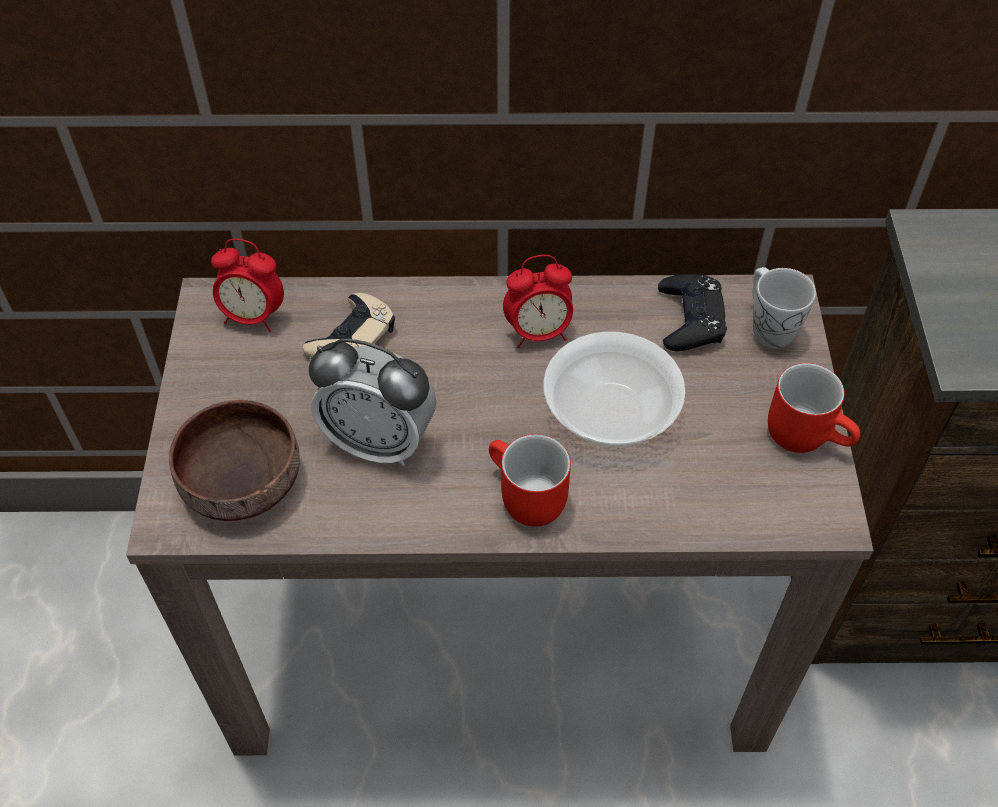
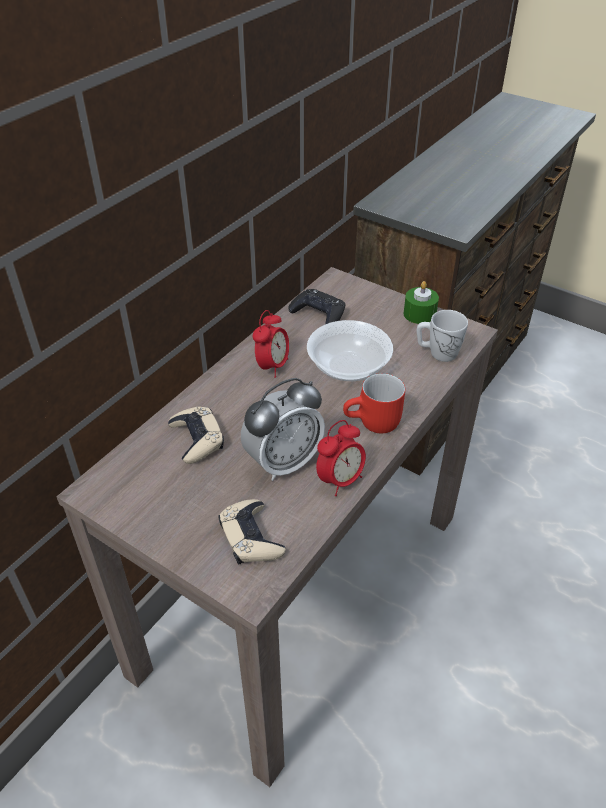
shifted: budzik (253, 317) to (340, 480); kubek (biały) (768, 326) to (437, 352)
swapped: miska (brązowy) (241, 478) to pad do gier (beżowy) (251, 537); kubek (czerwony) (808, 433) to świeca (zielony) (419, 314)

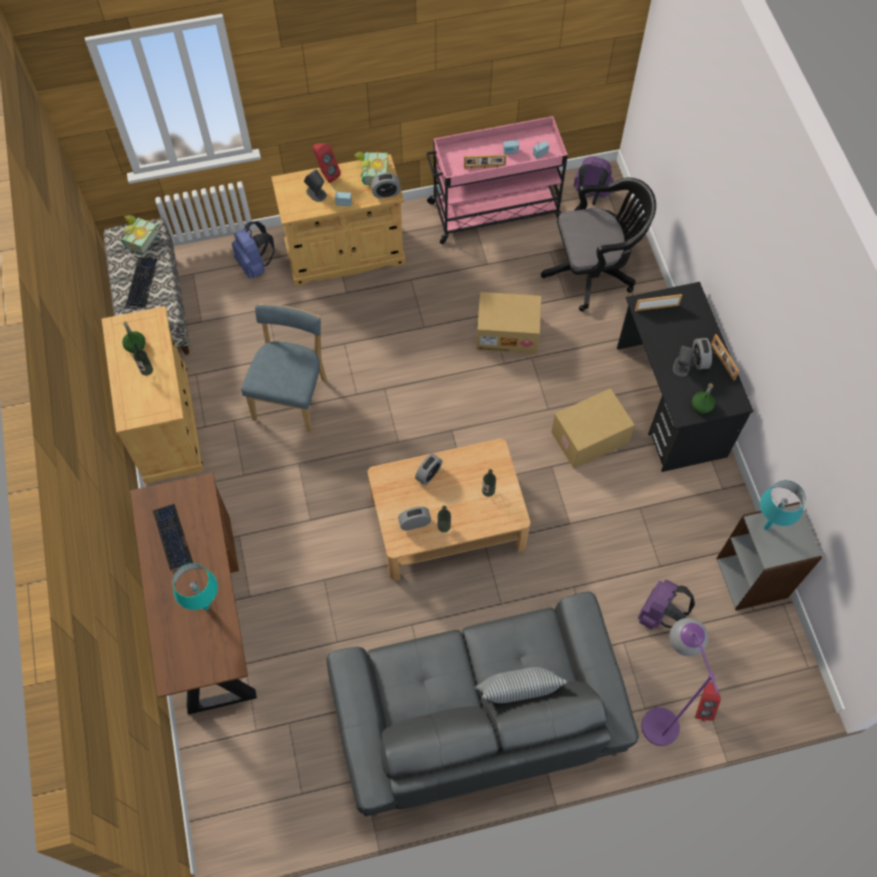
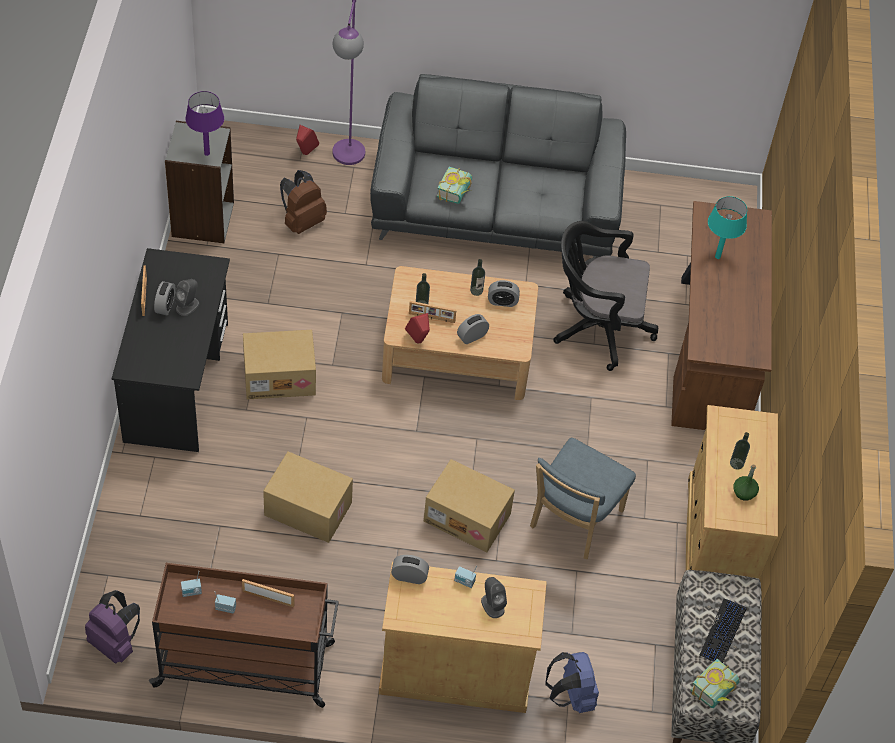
gone: klawiatura (172, 537); poduszka (517, 694); butelka (zielony) (701, 406)
new: karton (468, 517)
shifted: głośnik (czerwony) (326, 174) to (418, 341); książka (371, 174) to (457, 192); krzesło biurowe (czarny) (593, 271) to (596, 327); ramka na zdjęcie (656, 307) to (431, 318)
repainted: wózek (różowy) (493, 211) to wózek (brązowy) (246, 665); plecak (fioletowy) (659, 614) to plecak (brązowy) (302, 221); lampa stołowa (turkusowy) (766, 527) to lampa stołowa (fioletowy) (206, 153)

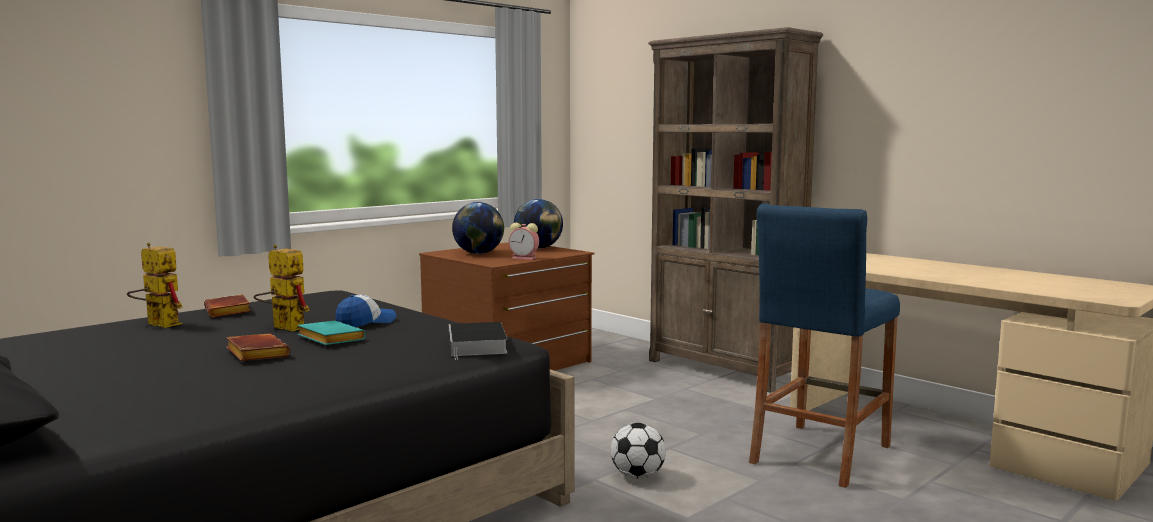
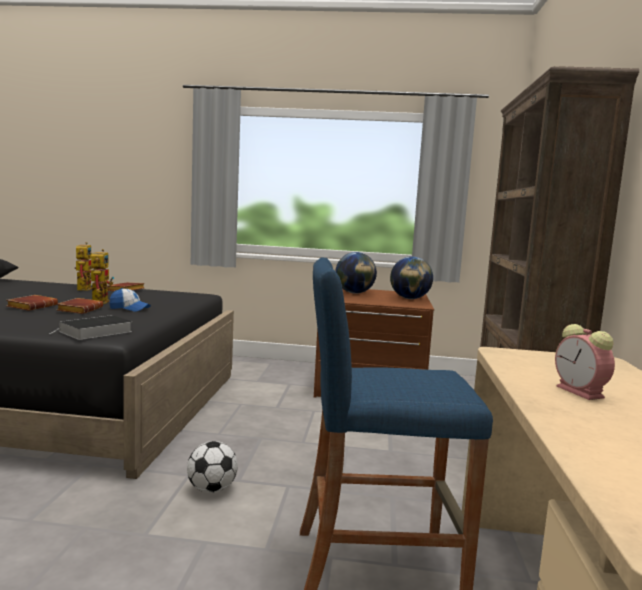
shifted: budzik (525, 258) to (581, 392)
repainted: książka (turkusowy) (328, 339) to książka (brązowy) (79, 310)

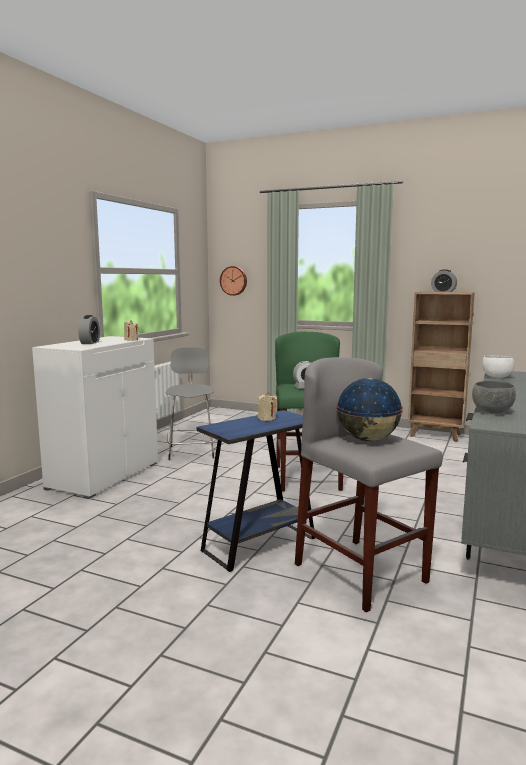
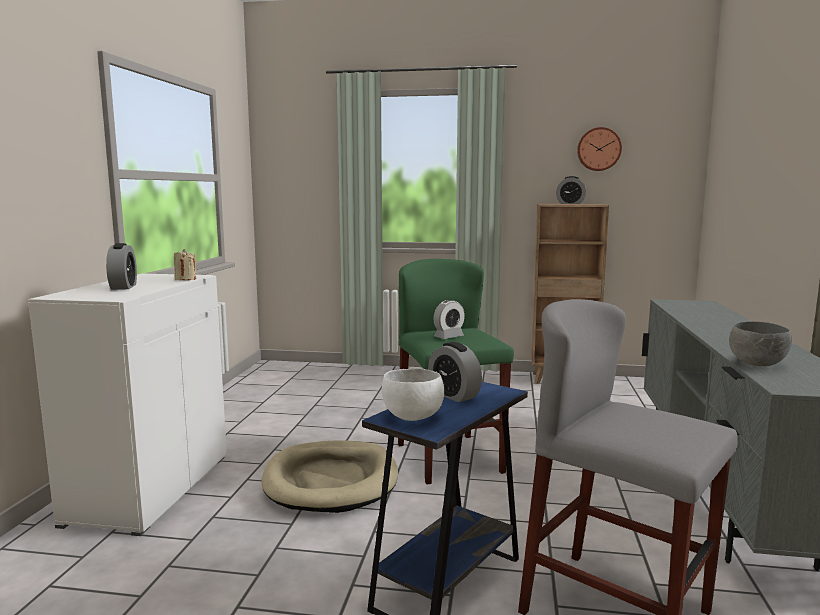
gone: stołek (szary) (191, 451); globus (368, 439)
new: legowisko (beżowy) (331, 481)
shifted: zegar ścienny (234, 280) to (598, 149); miska (biały) (496, 377) to (411, 417)
swapped: świeca (beżowy) (267, 419) to budzik (454, 395)

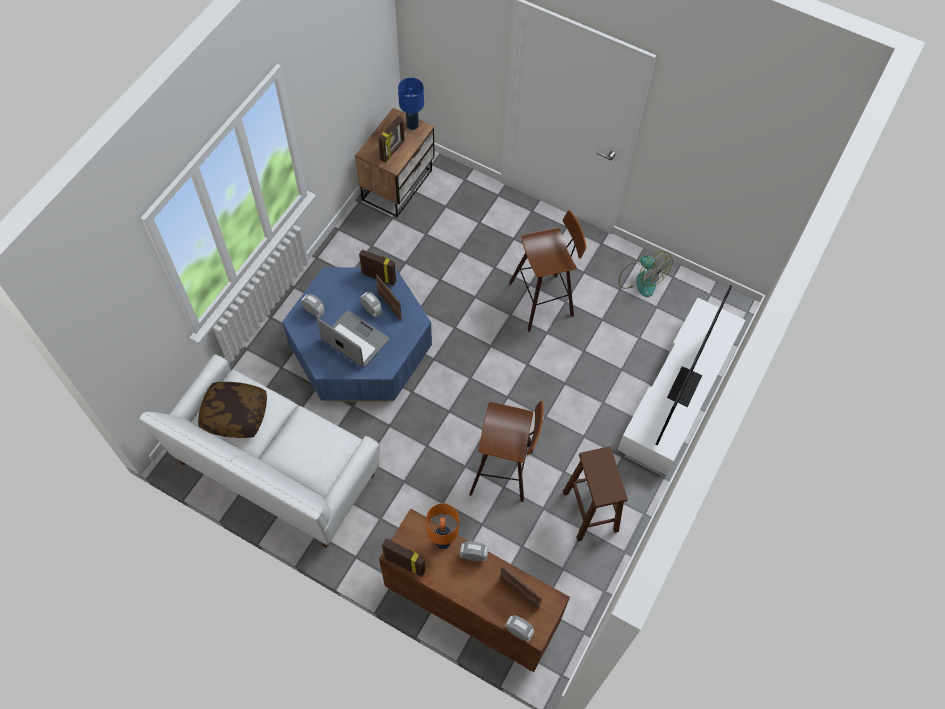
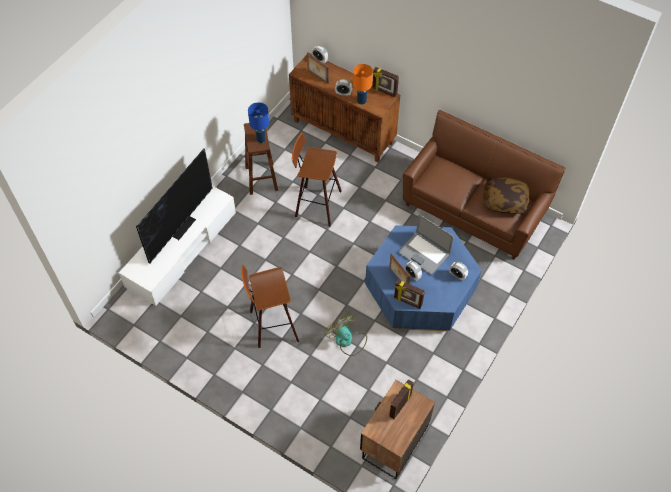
shifted: lampa stołowa (niebieski) (412, 125) to (261, 139); wentylator (641, 279) to (347, 340)
repainted: kanapa (biały) (276, 469) to kanapa (brązowy) (473, 211)

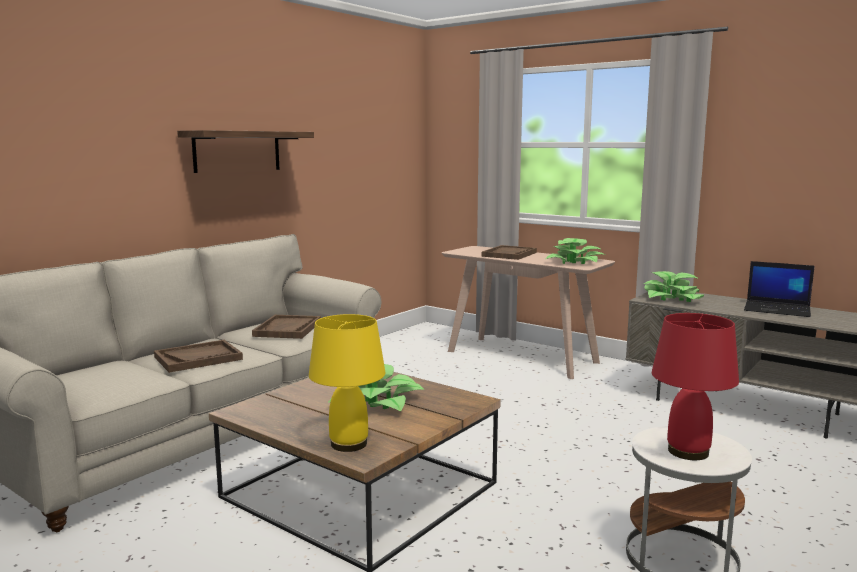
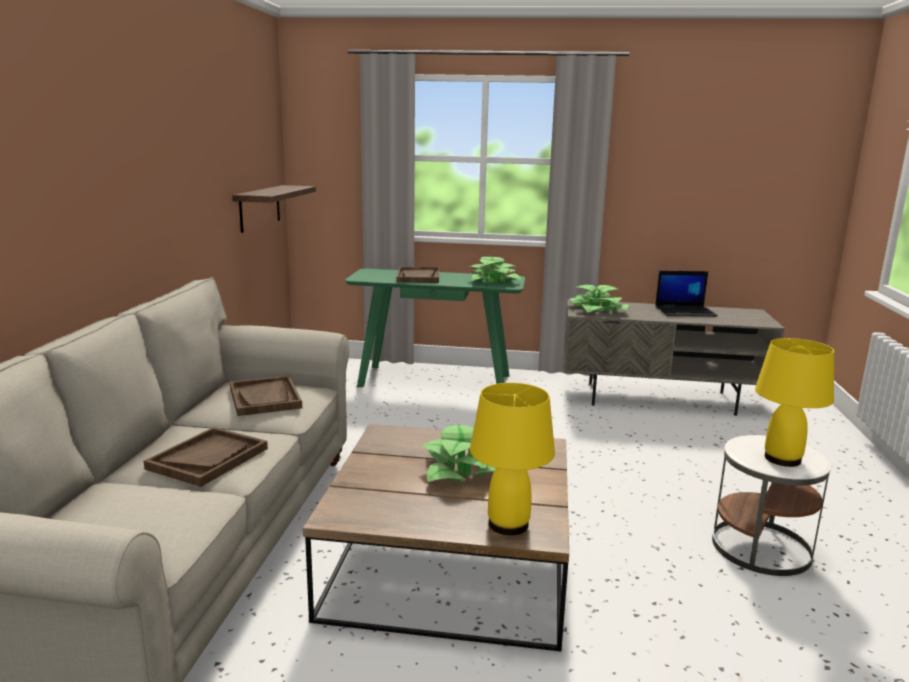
shifted: półka (237, 151) to (260, 208)
repainted: stolik konsolowy (beżowy) (522, 356) to stolik konsolowy (zielony) (435, 381); lampa stołowa (czerwony) (688, 451) to lampa stołowa (żółty) (781, 458)

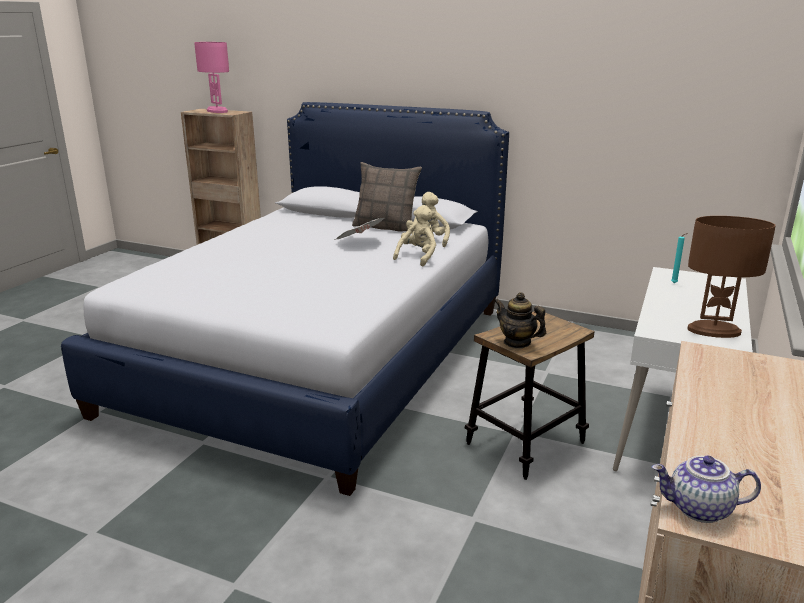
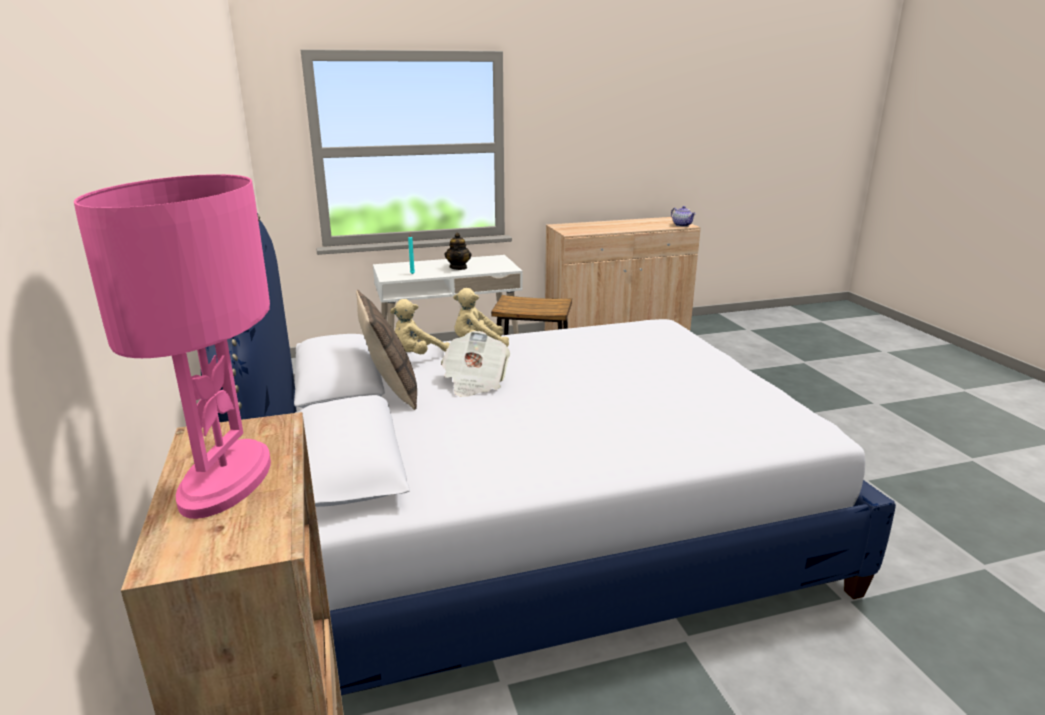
gone: lampa stołowa (brązowy) (713, 331)
shifted: imbryk (517, 342) to (458, 267)

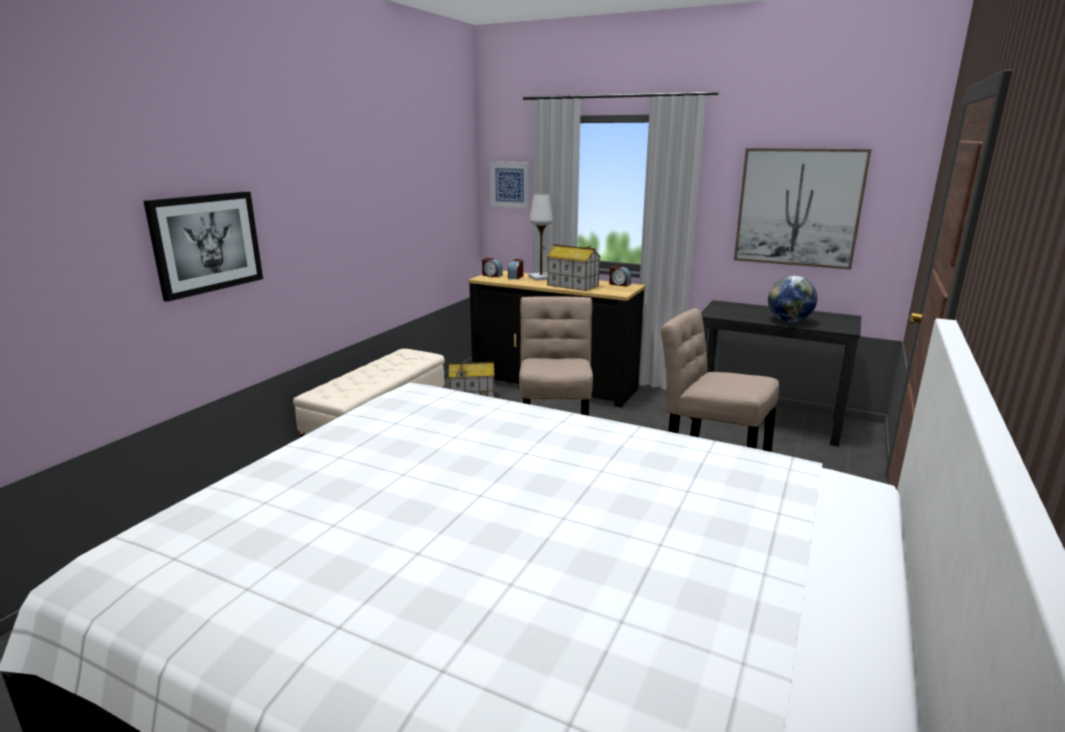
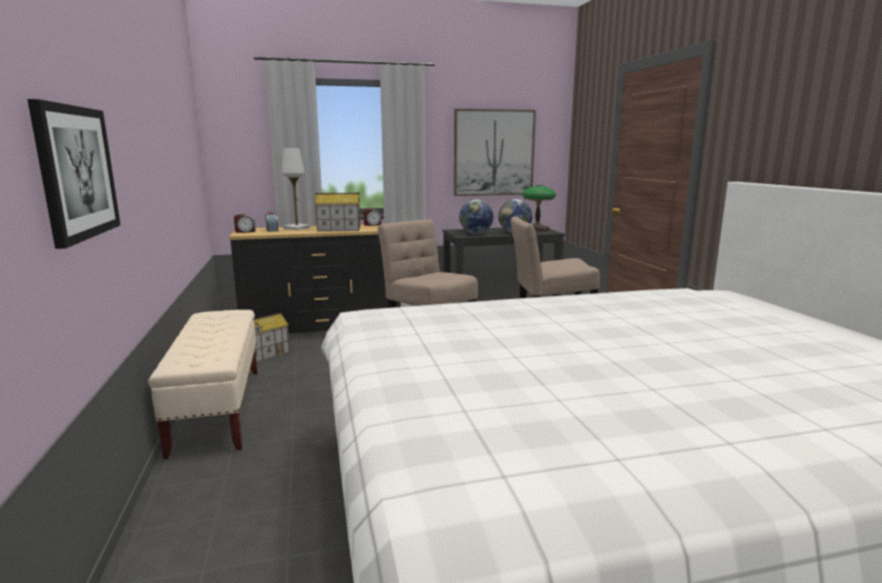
gone: obraz (510, 184)
new: globus (475, 234); lampa stołowa (537, 229)

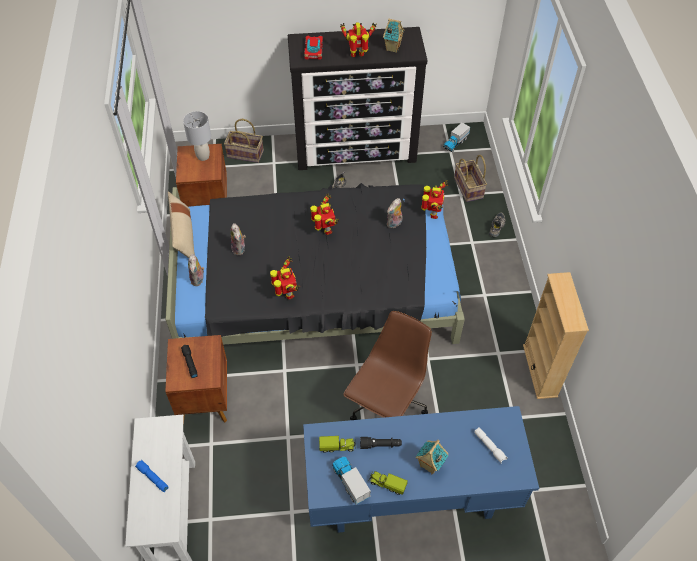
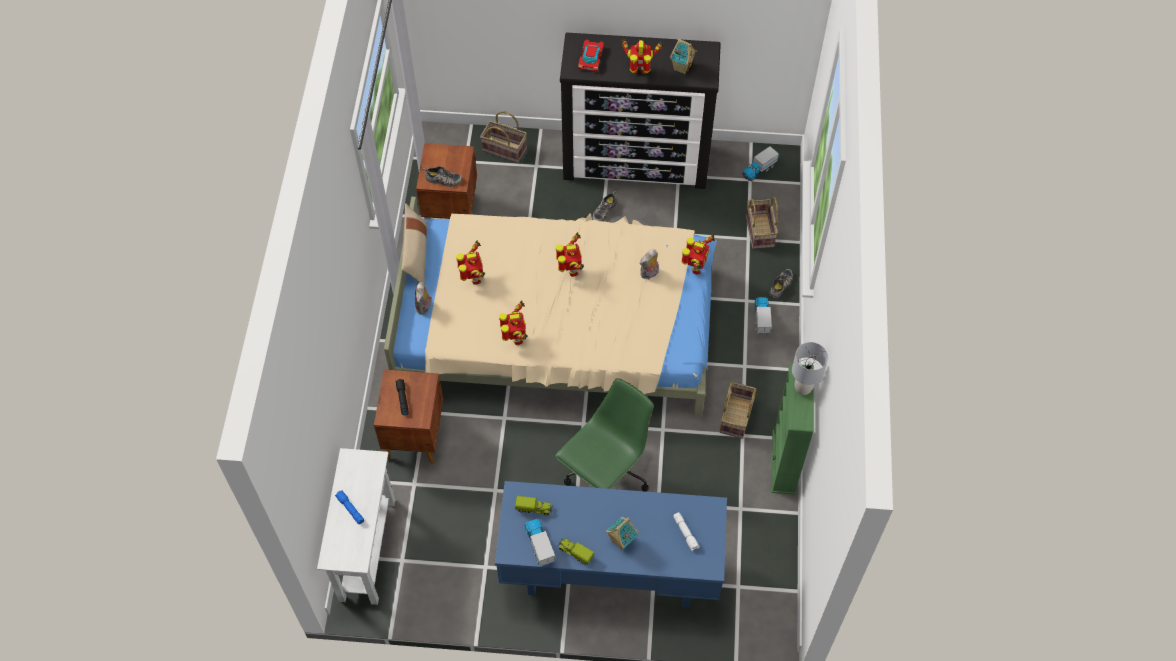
gone: latarka (czarny) (380, 445)
new: but (443, 180); koszyk (737, 417); ciężarówka zabawkowa (761, 319)
shifted: lampa stołowa (szary) (203, 157) to (802, 388)
swapped: pluszak (239, 249) to robot zabawkowy (474, 279)
repainted: łóżko (czarny) (318, 288) to łóżko (beżowy) (558, 330); krzesło biurowe (brązowy) (387, 407) to krzesło biurowe (zielony) (606, 475); regał (beżowy) (540, 370) to regał (zielony) (783, 462)

